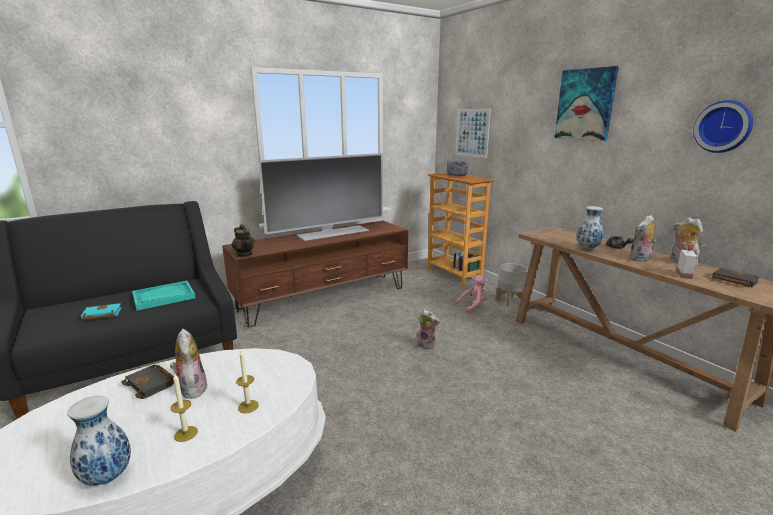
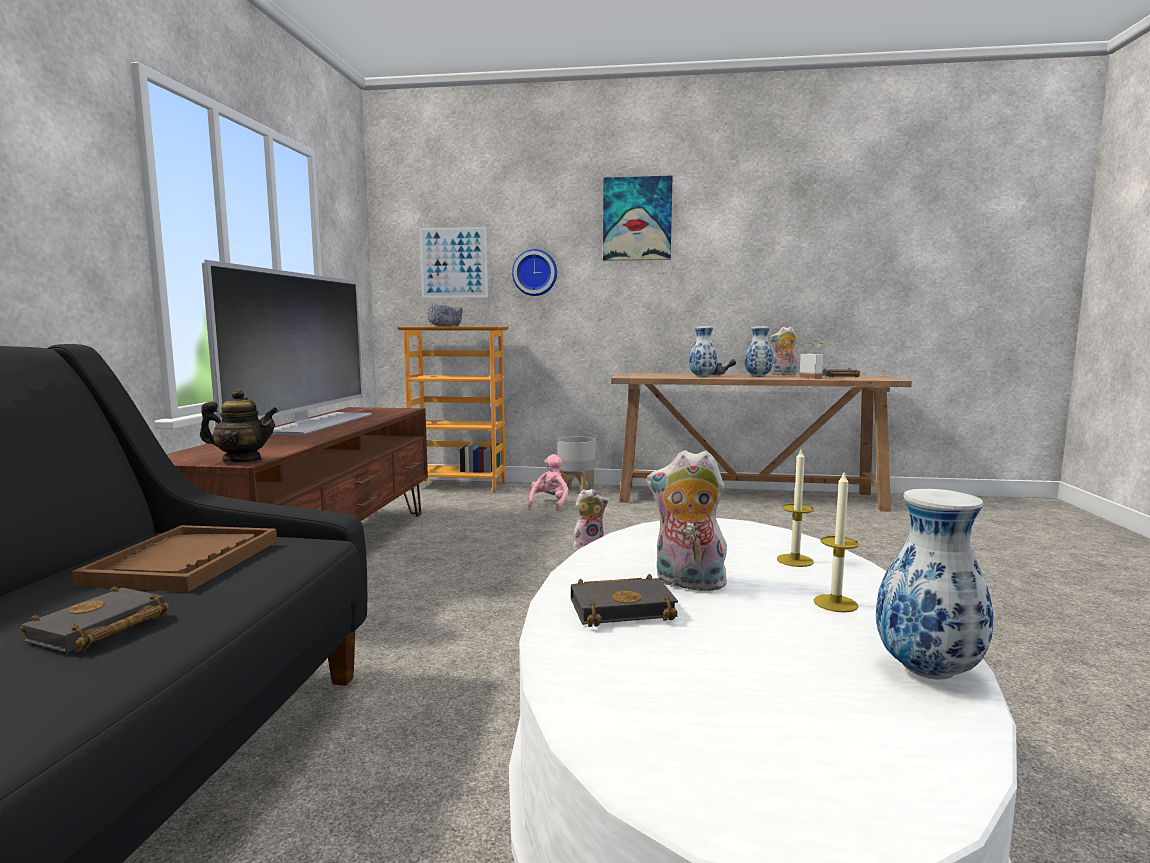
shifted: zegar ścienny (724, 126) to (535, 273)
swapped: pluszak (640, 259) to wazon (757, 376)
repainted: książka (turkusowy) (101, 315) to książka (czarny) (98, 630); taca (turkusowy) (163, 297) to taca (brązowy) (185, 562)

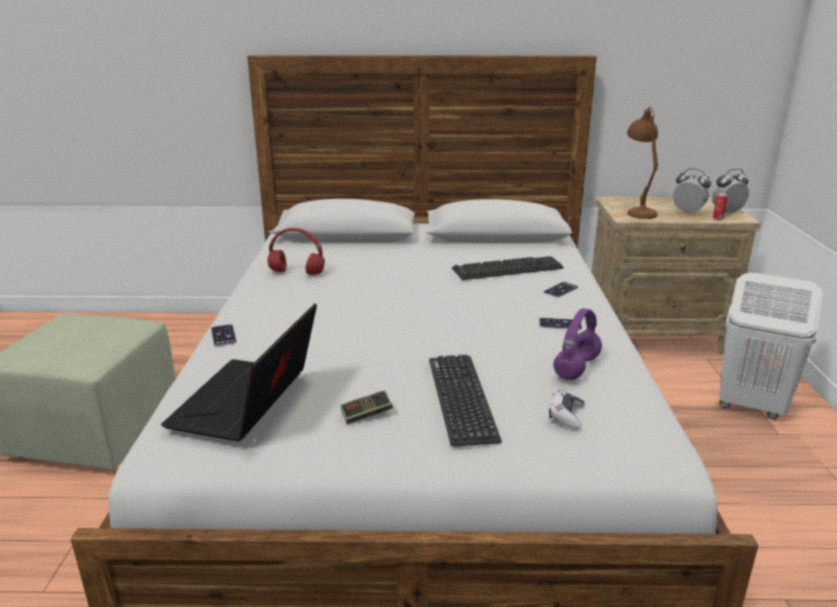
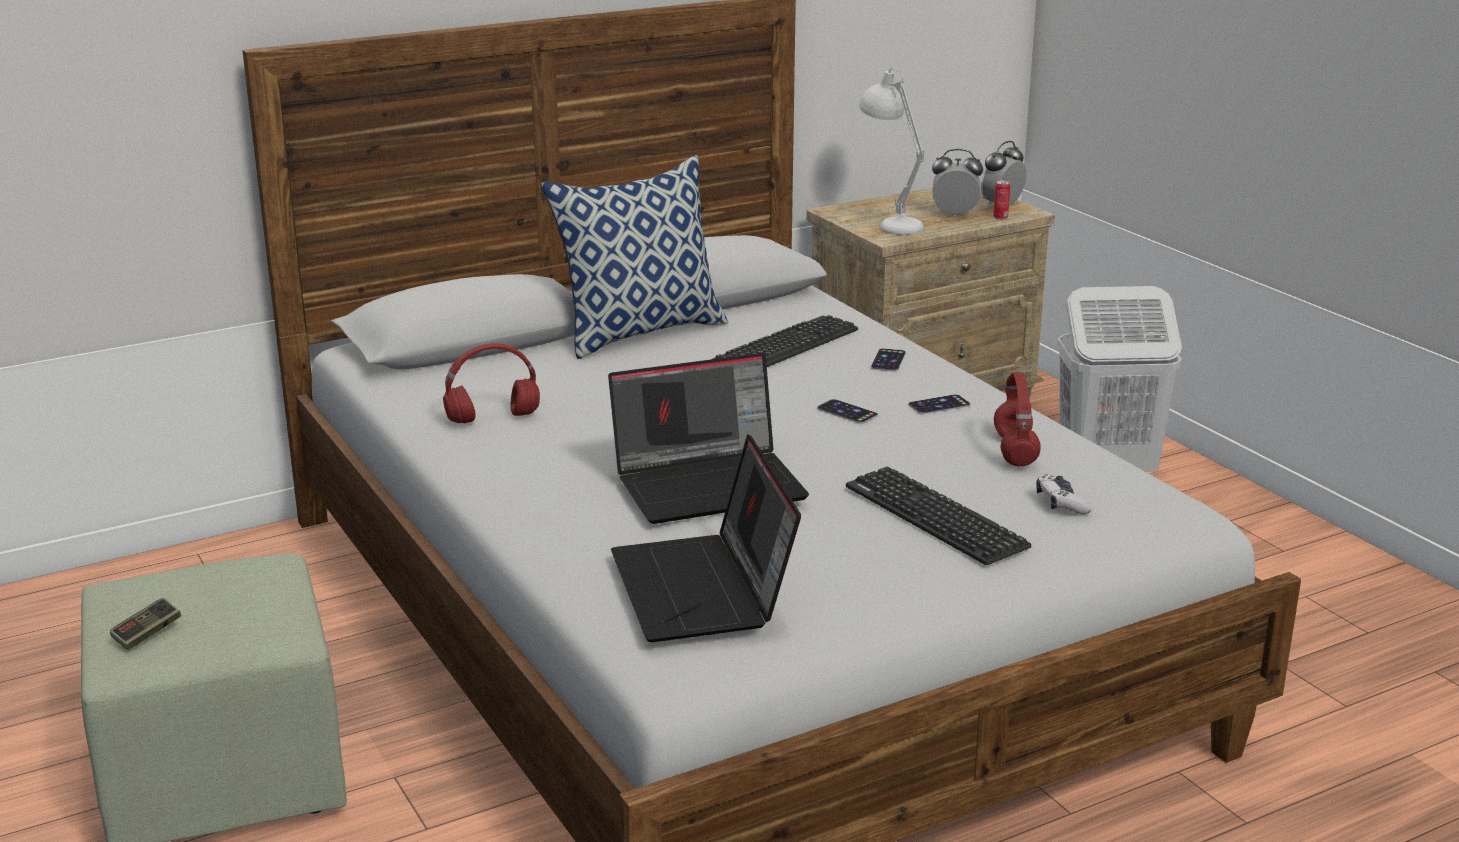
new: poduszka (640, 332); laptop (710, 483)
shifted: telefon (223, 335) to (847, 412); pad do gier (366, 414) to (147, 634)
repainted: słuchawki (fioletowy) (577, 369) to słuchawki (czerwony) (1016, 452); lampa stołowa (brązowy) (637, 211) to lampa stołowa (biały) (890, 223)

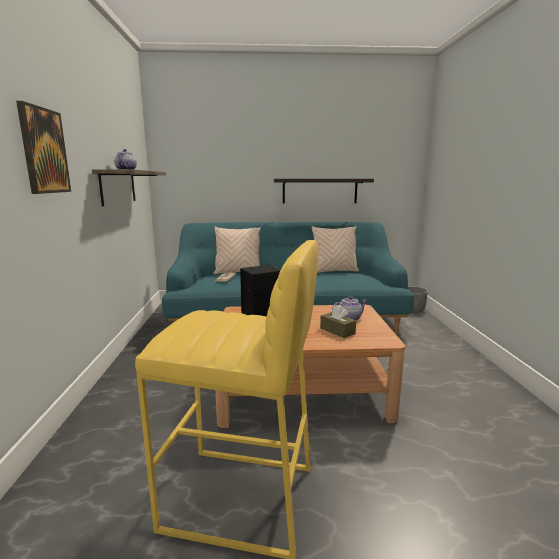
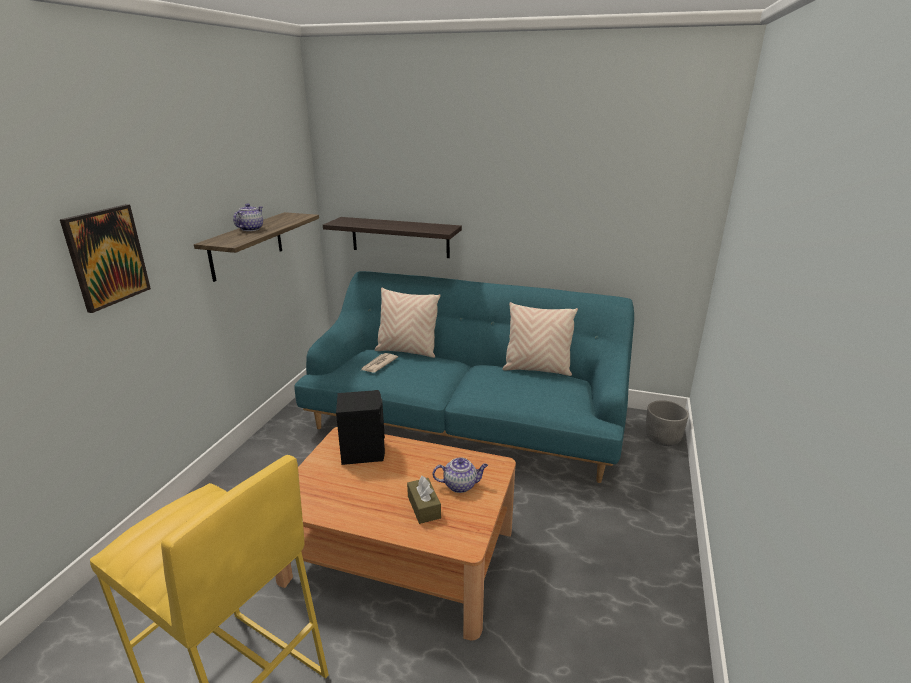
shifted: półka (320, 191) to (400, 237)

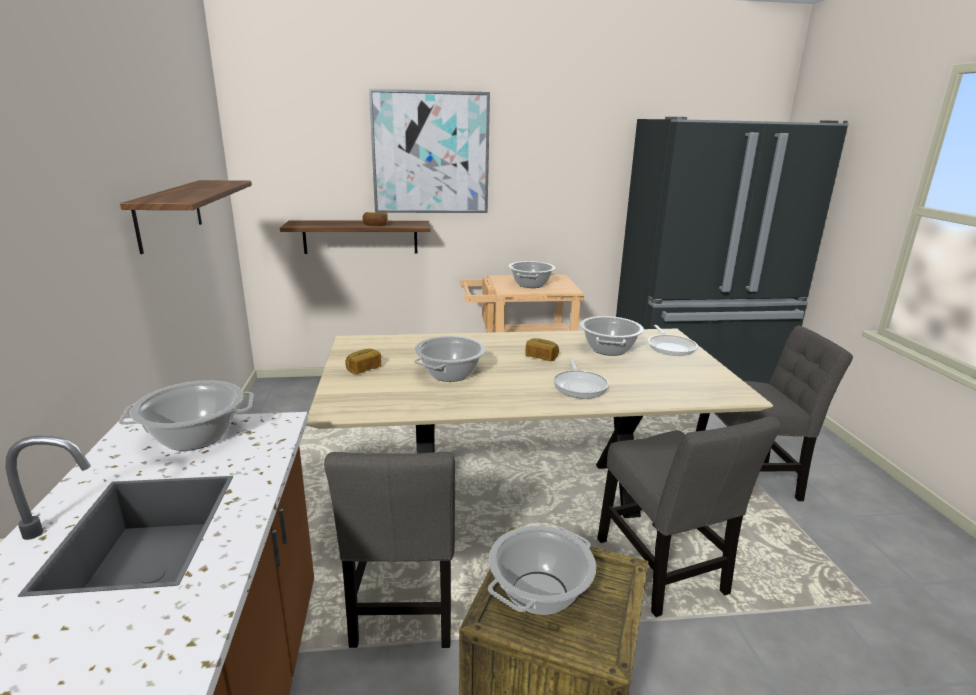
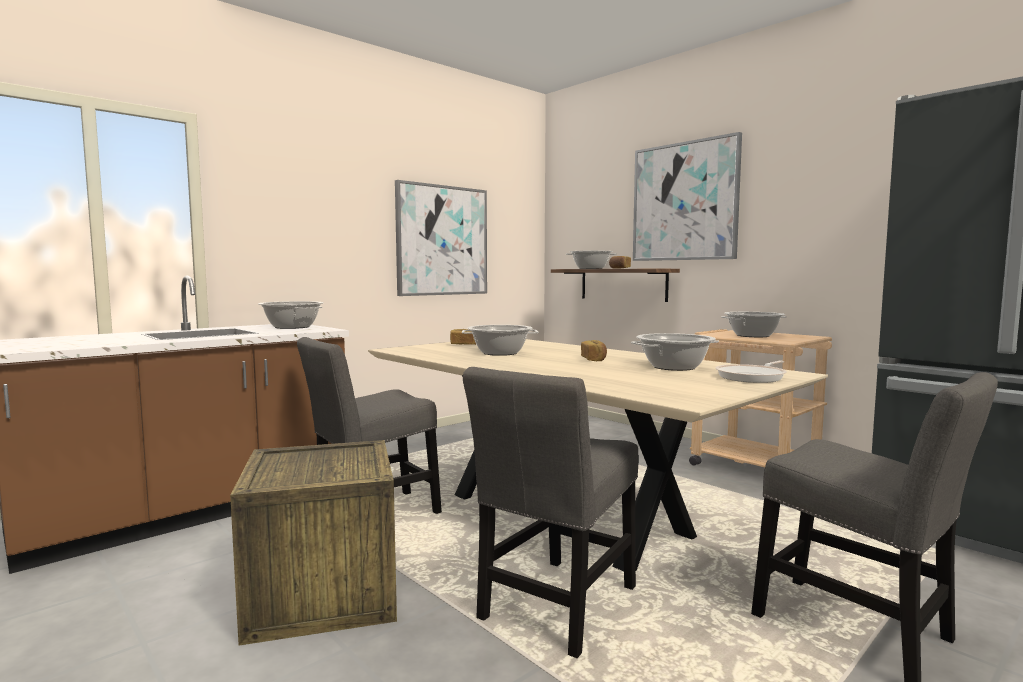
gone: patelnia (579, 386)
shifted: garnek (539, 592) to (591, 268)
swapped: półka (169, 213) to obraz (442, 240)

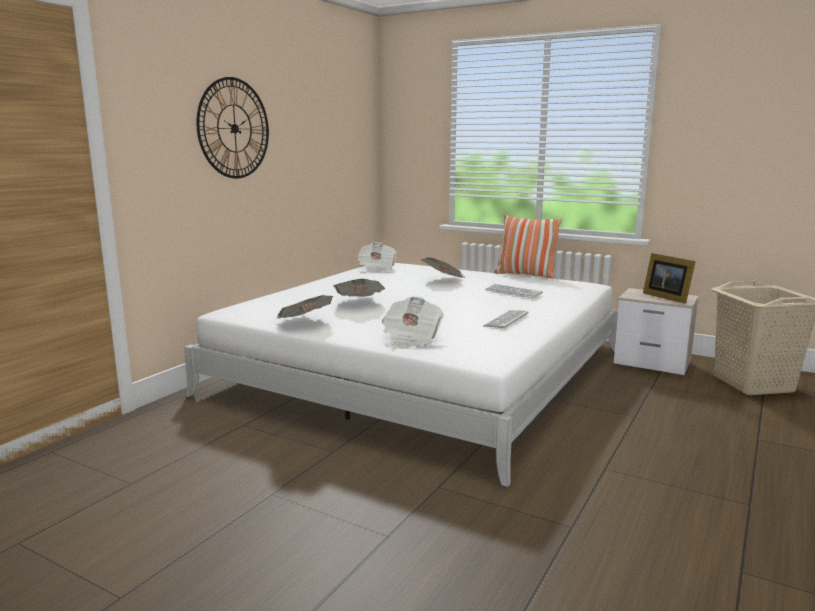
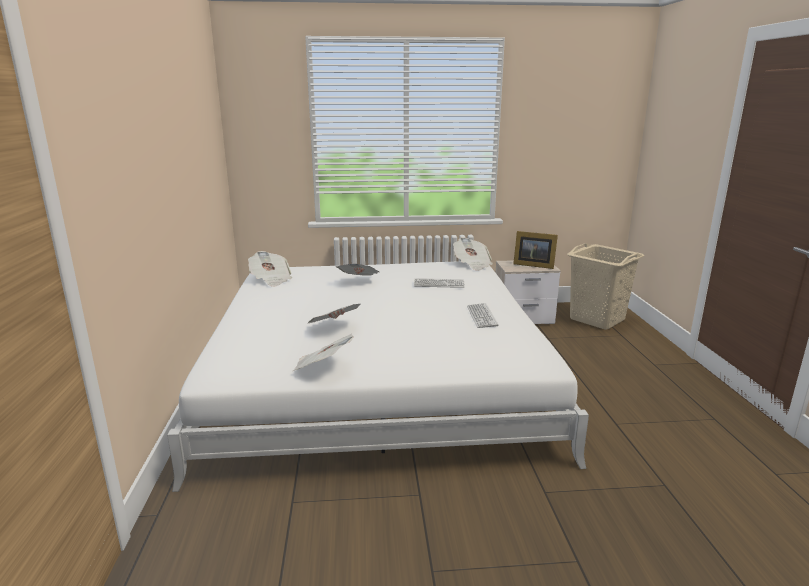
gone: zegar ścienny (234, 128); poduszka (525, 275)
shifted: gazeta (411, 339) to (472, 264)

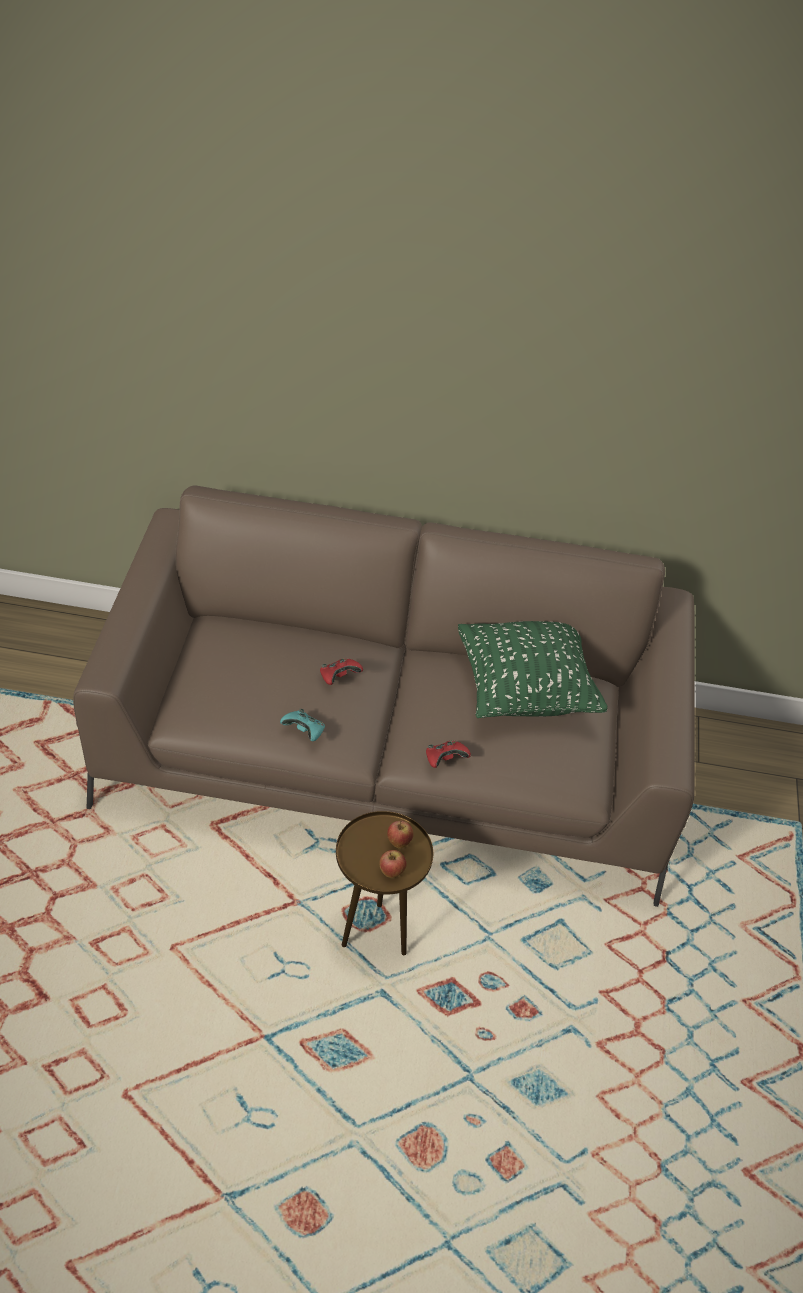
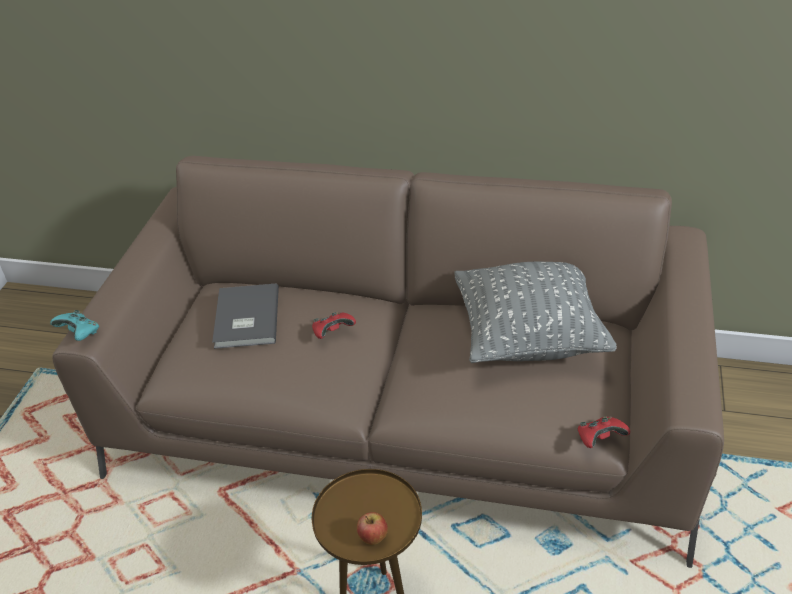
gone: jabłko (399, 843)
new: książka (szary) (245, 319)
shifted: pad do gier (turkusowy) (304, 732) to (80, 334); pad do gier (czerwony) (445, 760) to (599, 439)
repainted: poduszka (zielony) (525, 691) to poduszka (szary) (529, 337)

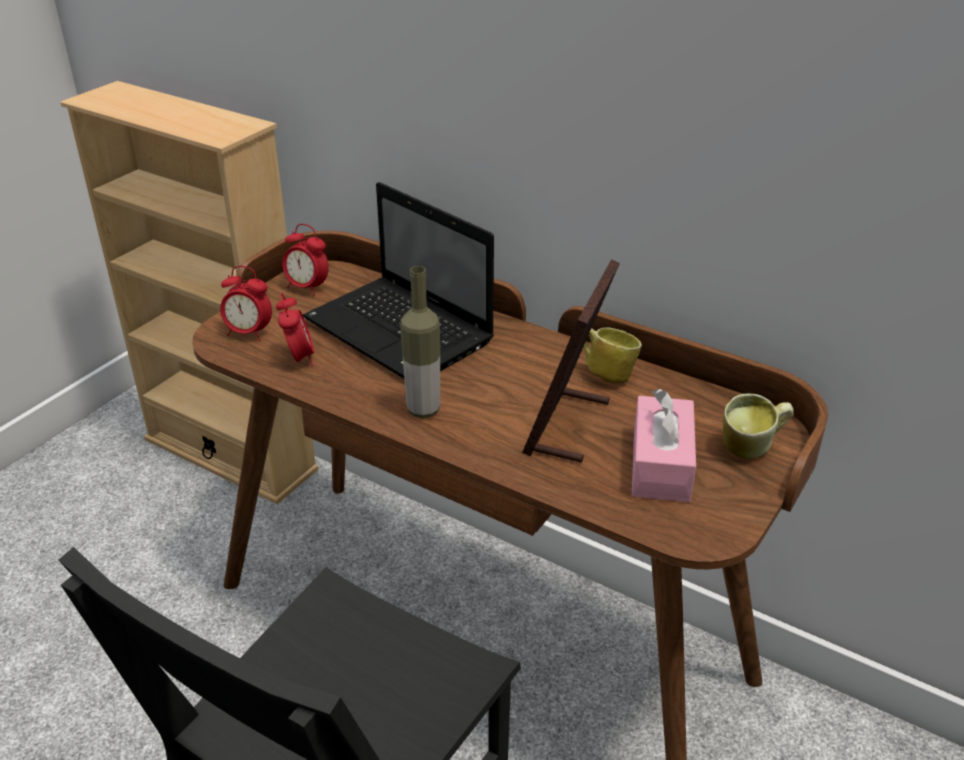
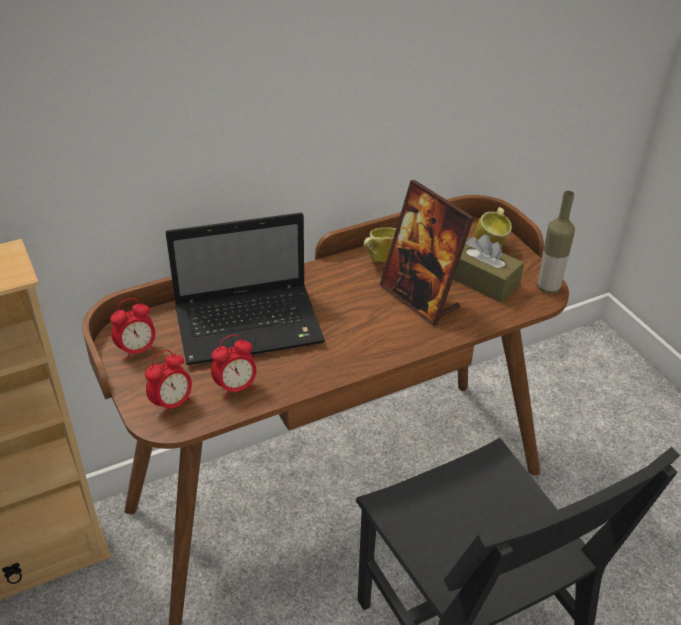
shifted: butelka (423, 410) to (548, 287)
repainted: pudełko chusteczek (różowy) (660, 465) to pudełko chusteczek (brązowy) (481, 280)
rotated: budzik (299, 359) = (236, 387) 135 degrees clockwise

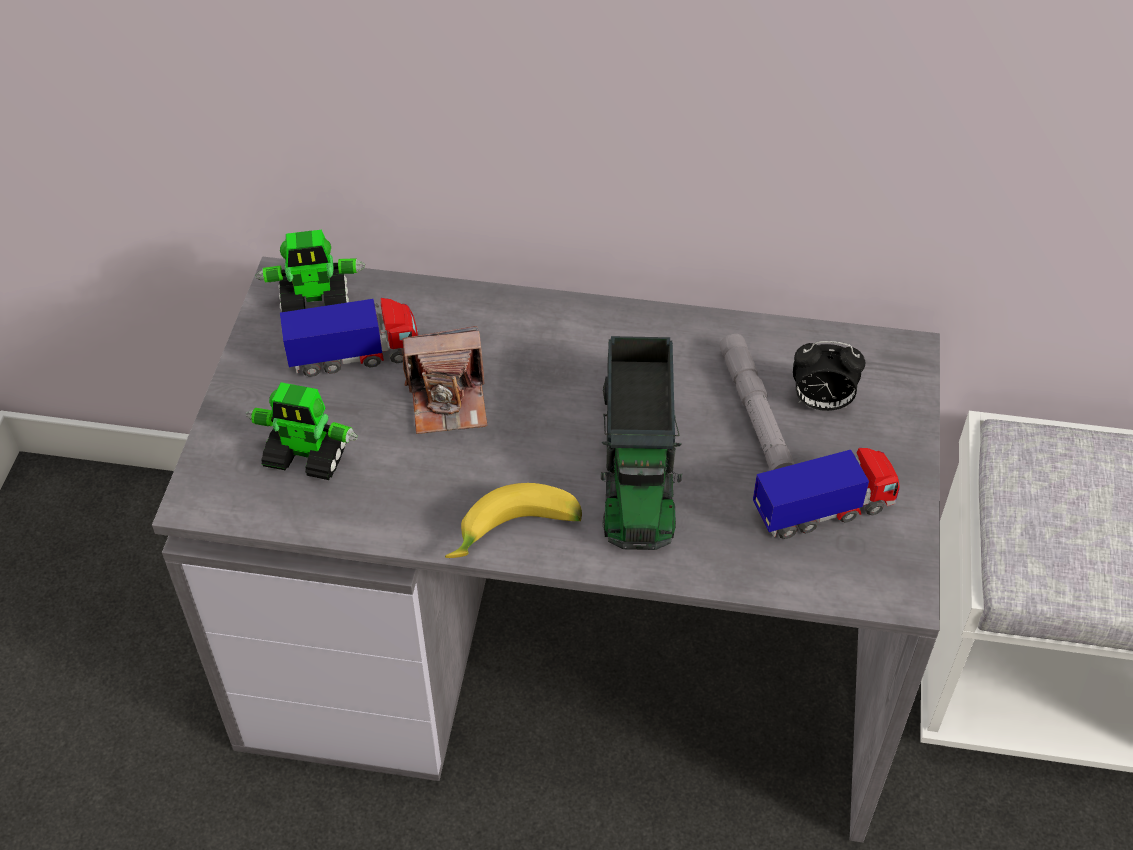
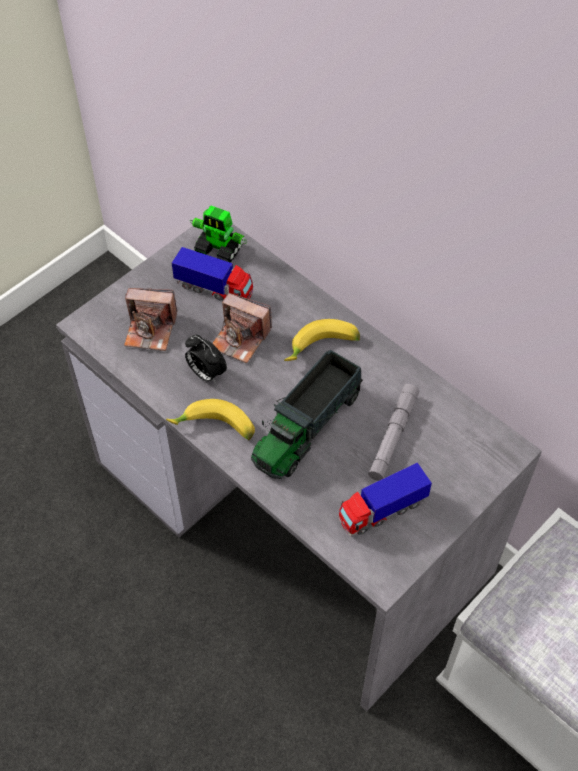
new: banan (322, 348)
shifted: budzik (821, 403) to (206, 373)
swapped: robot zabawkowy (308, 455) to aparat fotograficzny (151, 329)
rotated: ciężarówka zabawkowa (824, 511) = (381, 511) 135 degrees clockwise

